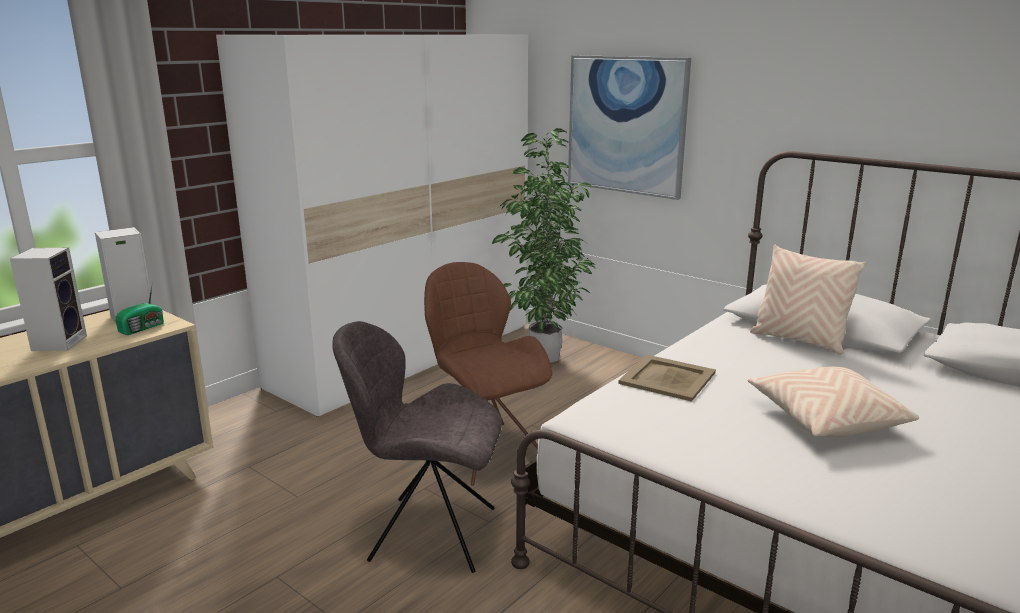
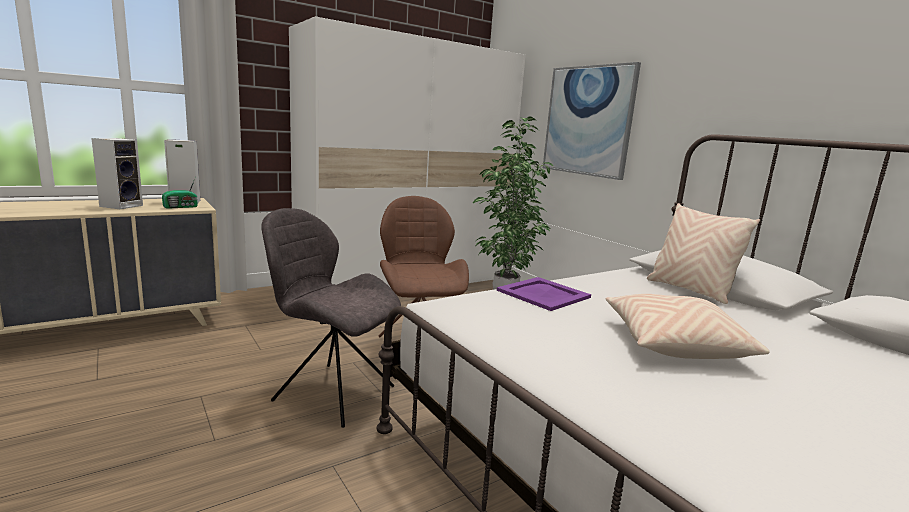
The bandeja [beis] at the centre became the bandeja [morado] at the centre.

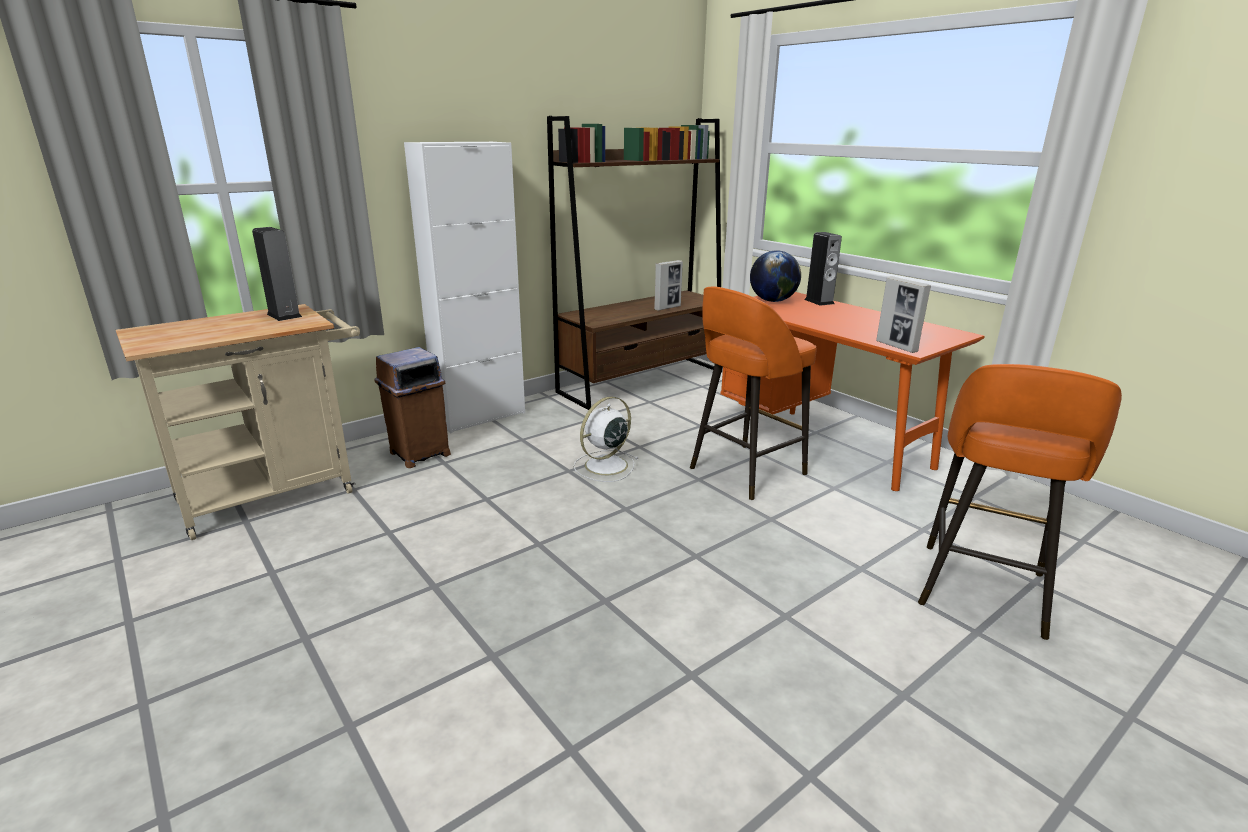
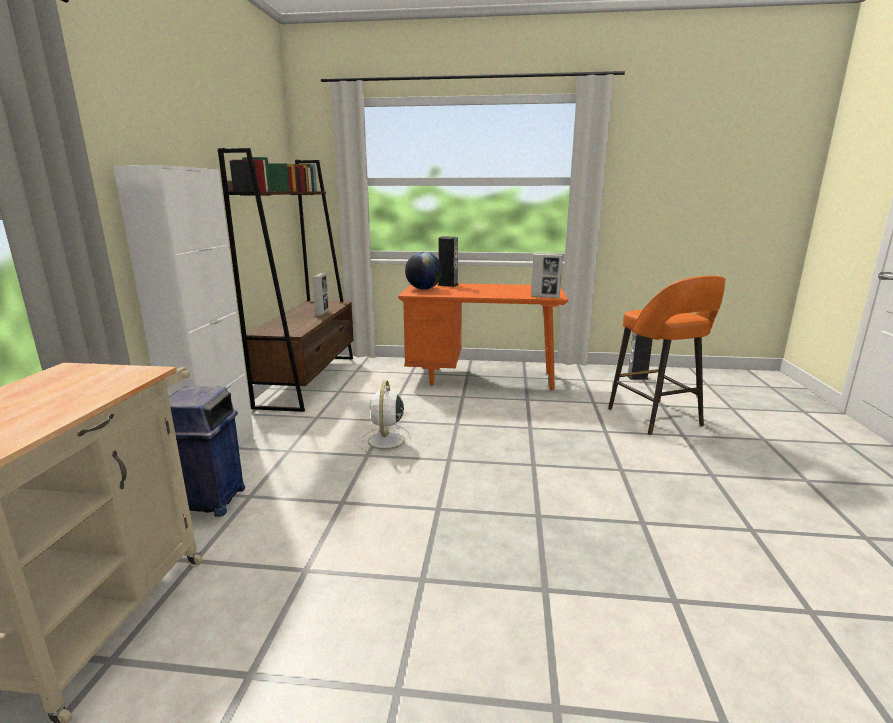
The altavoz (1st from left in the first image) moved from the top left to the middle right. The taburete [naranja] (1st from left) at the centre disappeared. The papelera [marrón] at the middle left became the papelera [azul] at the middle left.

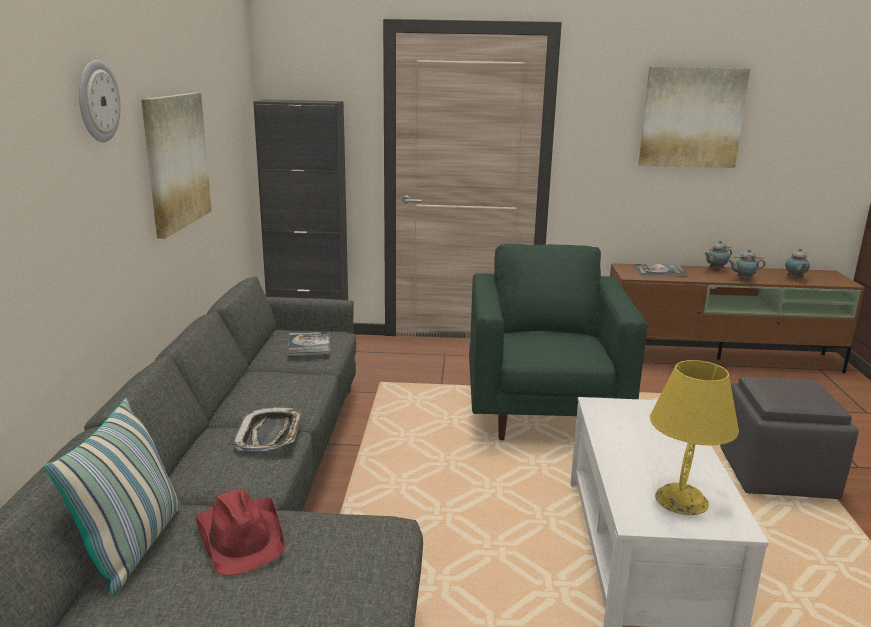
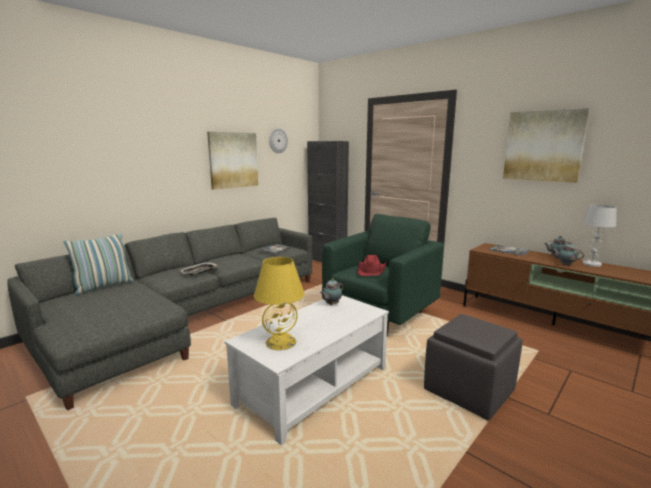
The reloj de pared moved from the top left to the top centre. The tetera (3rd from left in the first image) moved from the middle right to the centre. The sombrero [rojo] moved from the bottom left to the centre. The lámpara de mesa [blanco] at the middle right appeared.

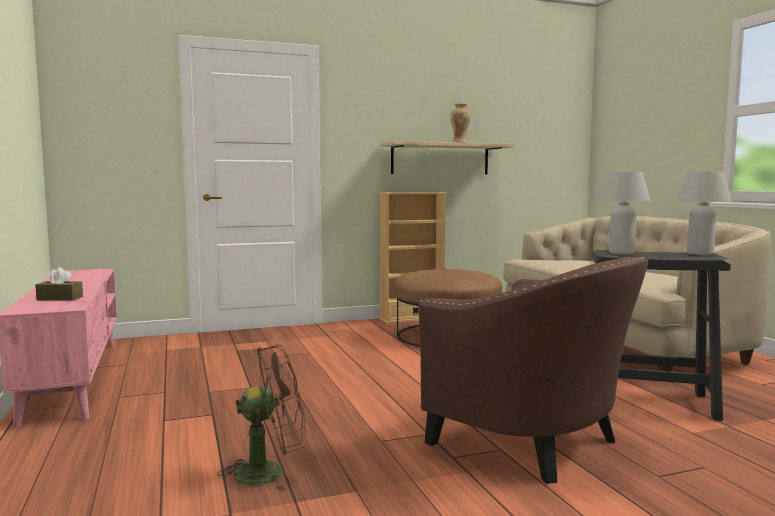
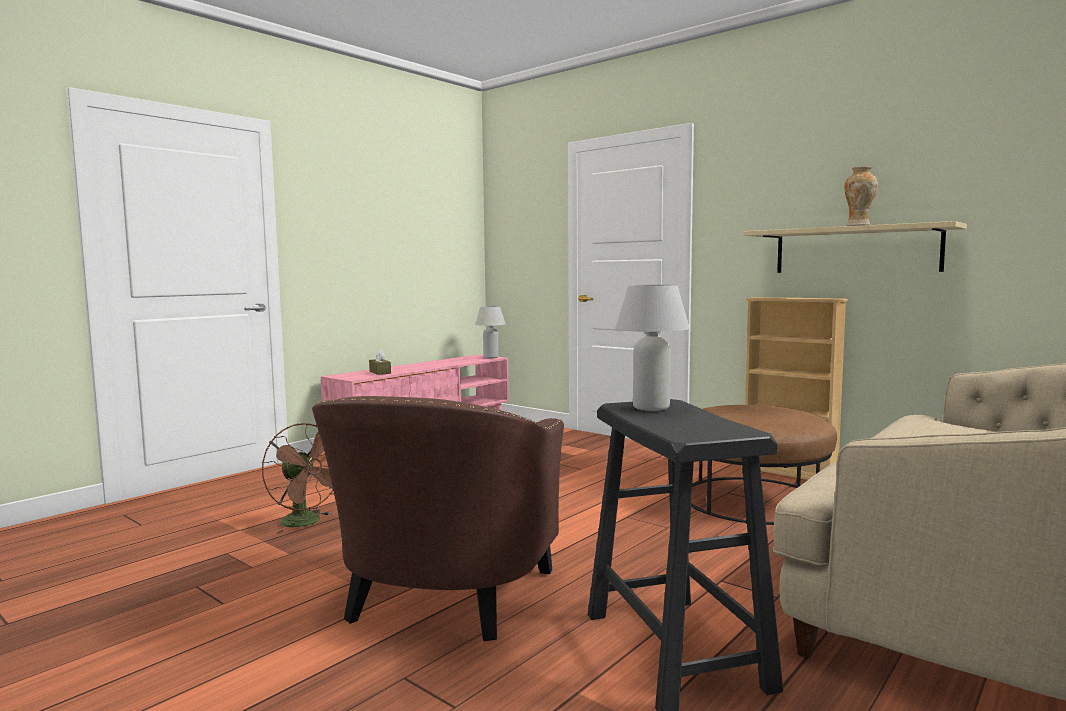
The lámpara de mesa [blanco] (2nd from left in the first image) moved from the middle right to the centre.

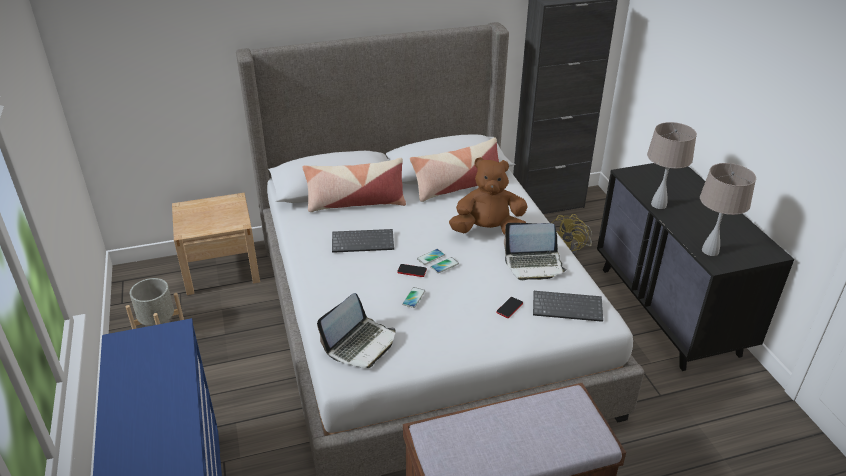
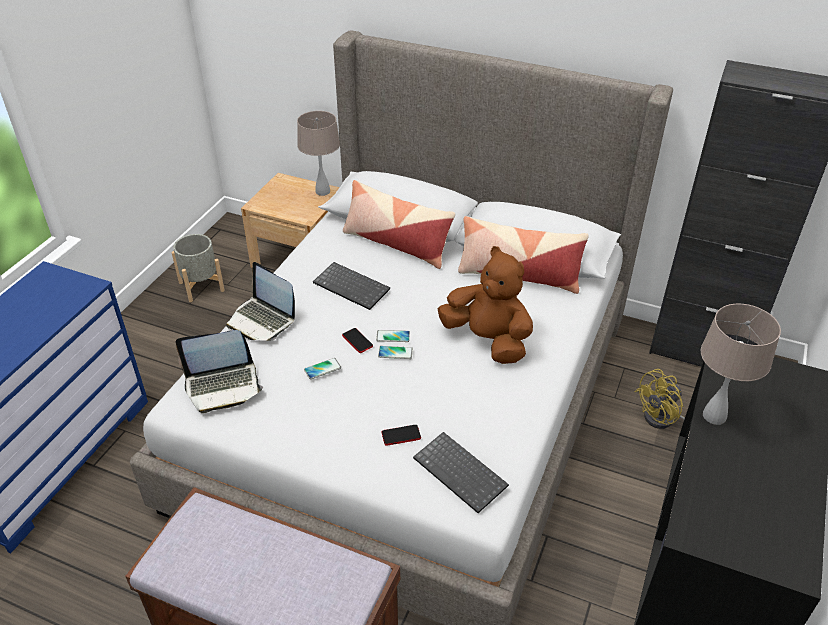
The lámpara de mesa [beis] (2nd from left in the first image) moved from the middle right to the top centre. The portátil (2nd from left) moved from the centre to the middle left.

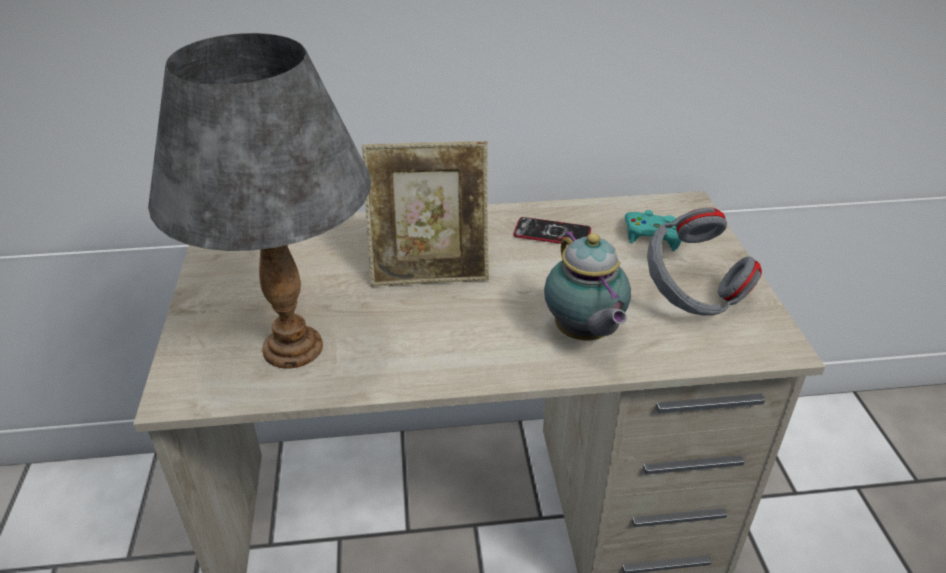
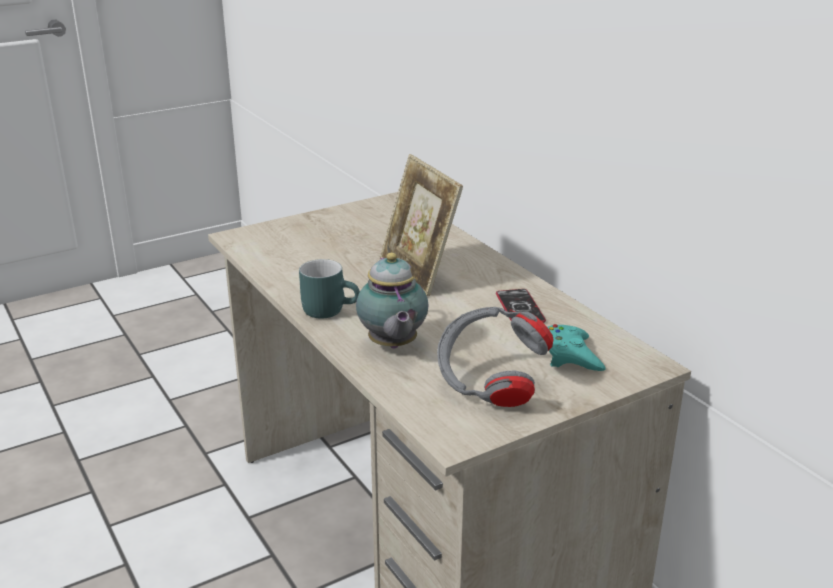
The lámpara de mesa [gris] at the middle left disappeared. The tetera at the centre turned 60 degrees counterclockwise. The taza grande [turquesa] at the centre appeared.

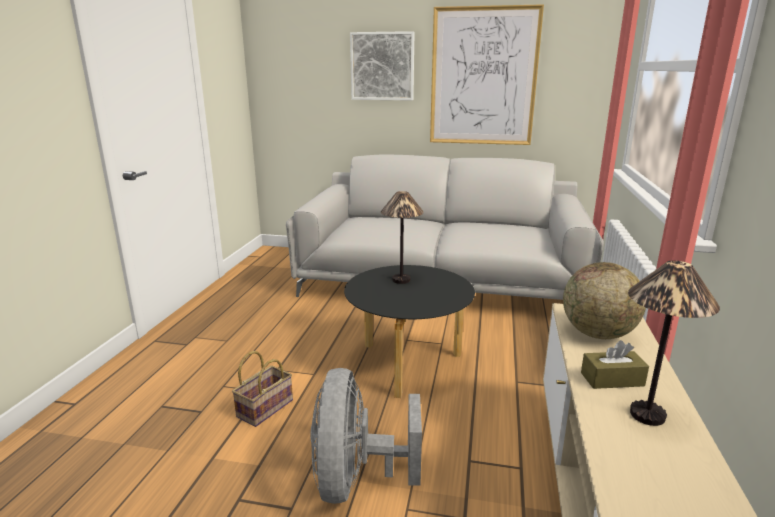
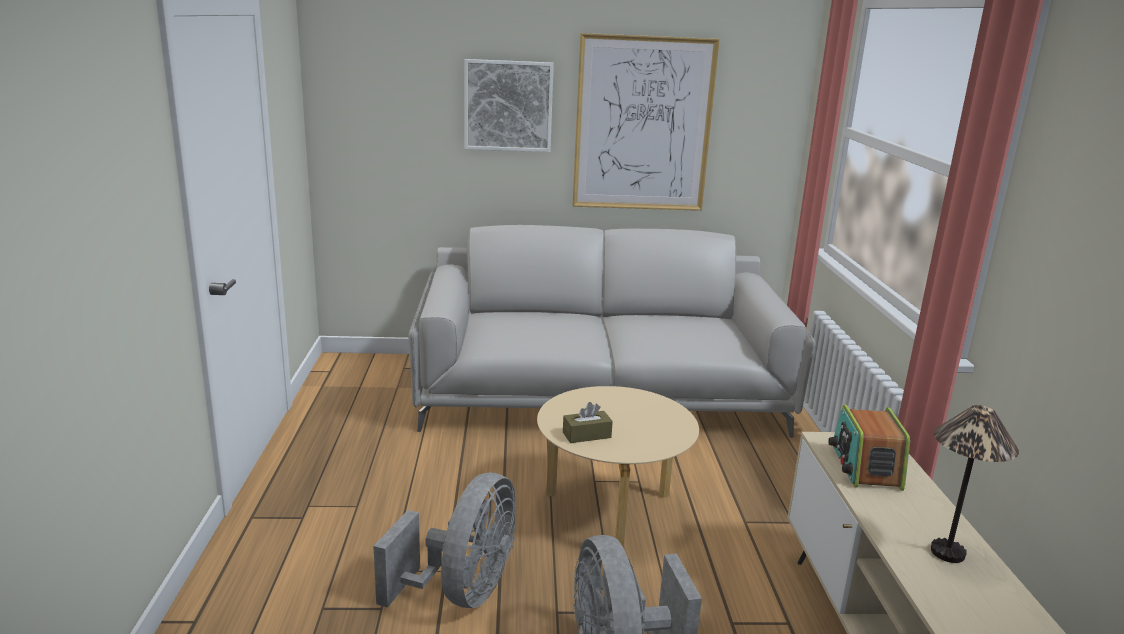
The lámpara de mesa (1st from left) at the centre disappeared. The globo terráqueo at the middle right was replaced by the radio at the bottom right. The mesa de centro [negro] at the centre became the mesa de centro [beis] at the bottom centre. The caja de pañuelos [marrón] moved from the bottom right to the centre. The cesta at the bottom centre was replaced by the ventilador [gris] (1st from left) at the bottom centre.

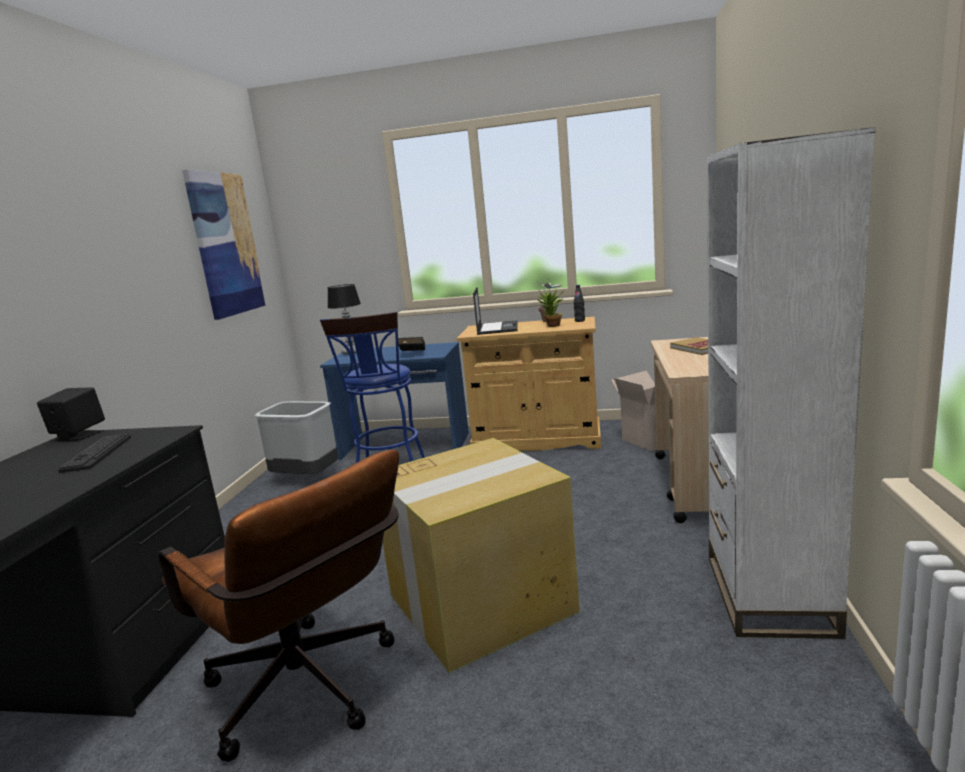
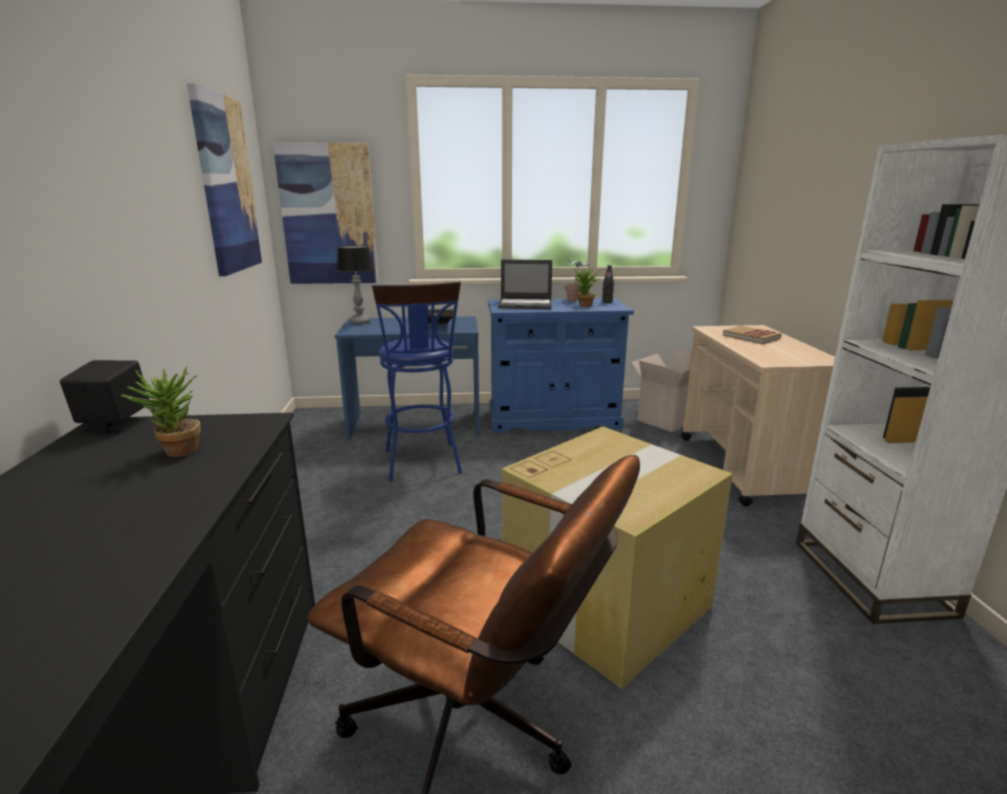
The portátil at the centre turned 105 degrees clockwise. The armario [beis] at the centre became the armario [azul] at the centre. The papelera [gris] at the middle left disappeared. The teclado at the middle left was replaced by the planta en maceta (1st from left) at the middle left. The cuadro (2nd from left) at the top left appeared.

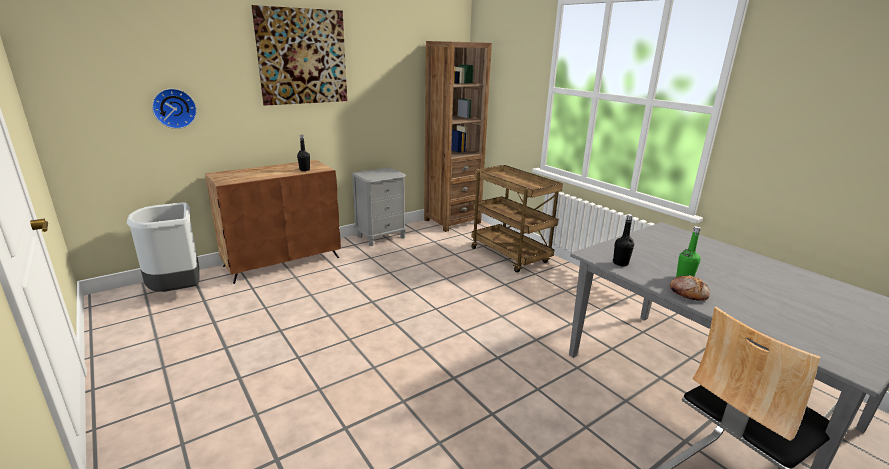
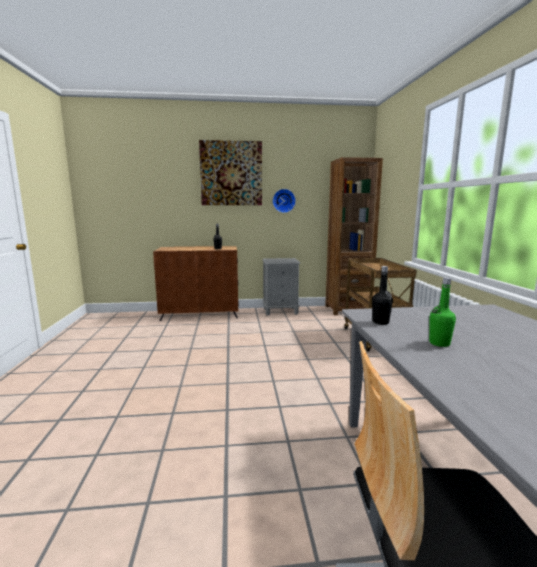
The reloj de pared moved from the top left to the centre. The papelera [gris] at the middle left disappeared. The pan at the middle right disappeared.

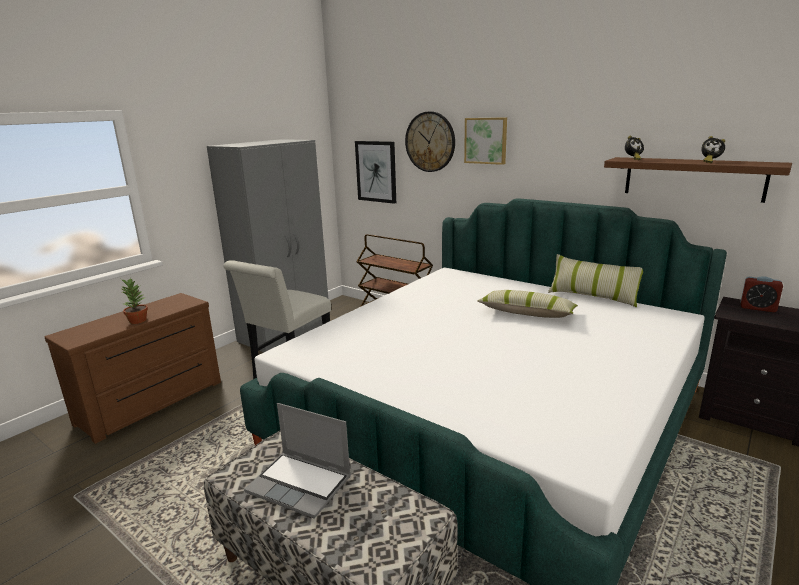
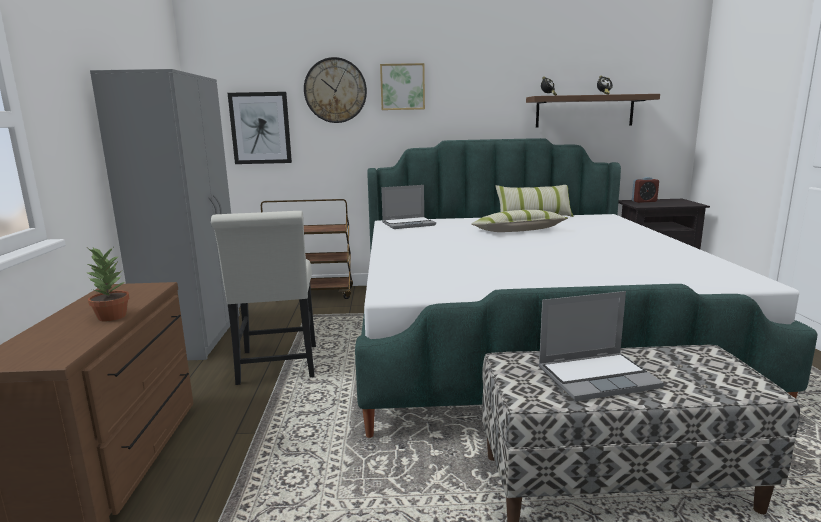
The portátil (1st from left) at the centre appeared.

